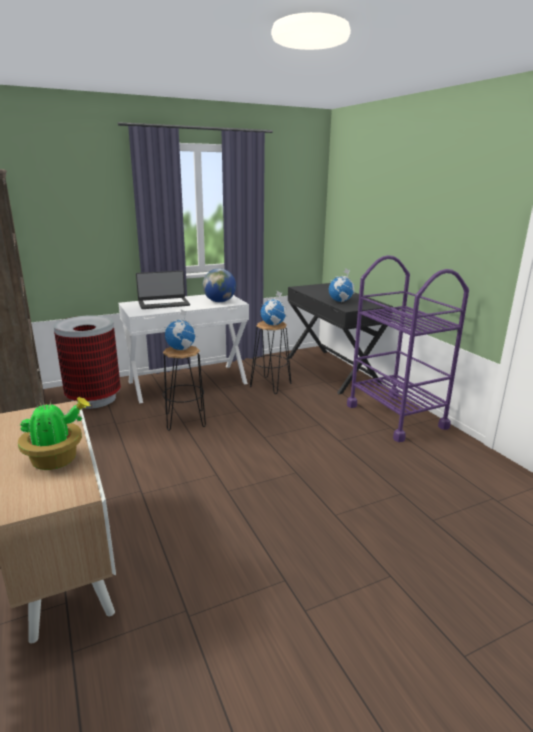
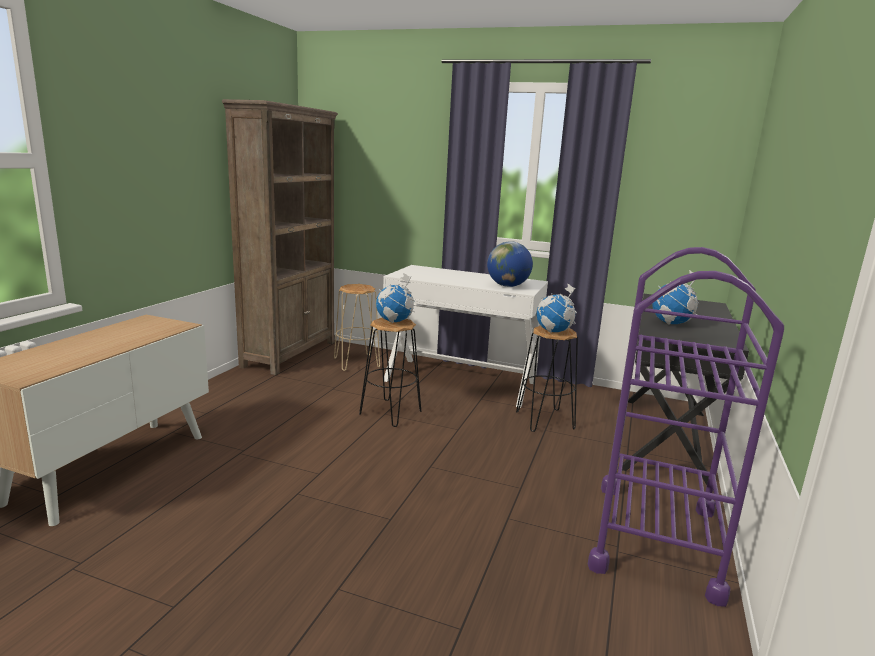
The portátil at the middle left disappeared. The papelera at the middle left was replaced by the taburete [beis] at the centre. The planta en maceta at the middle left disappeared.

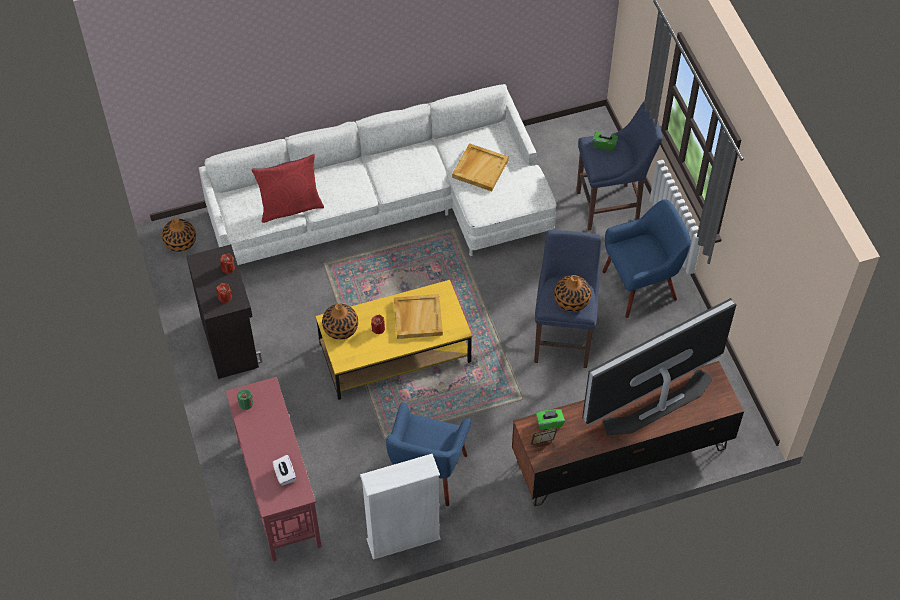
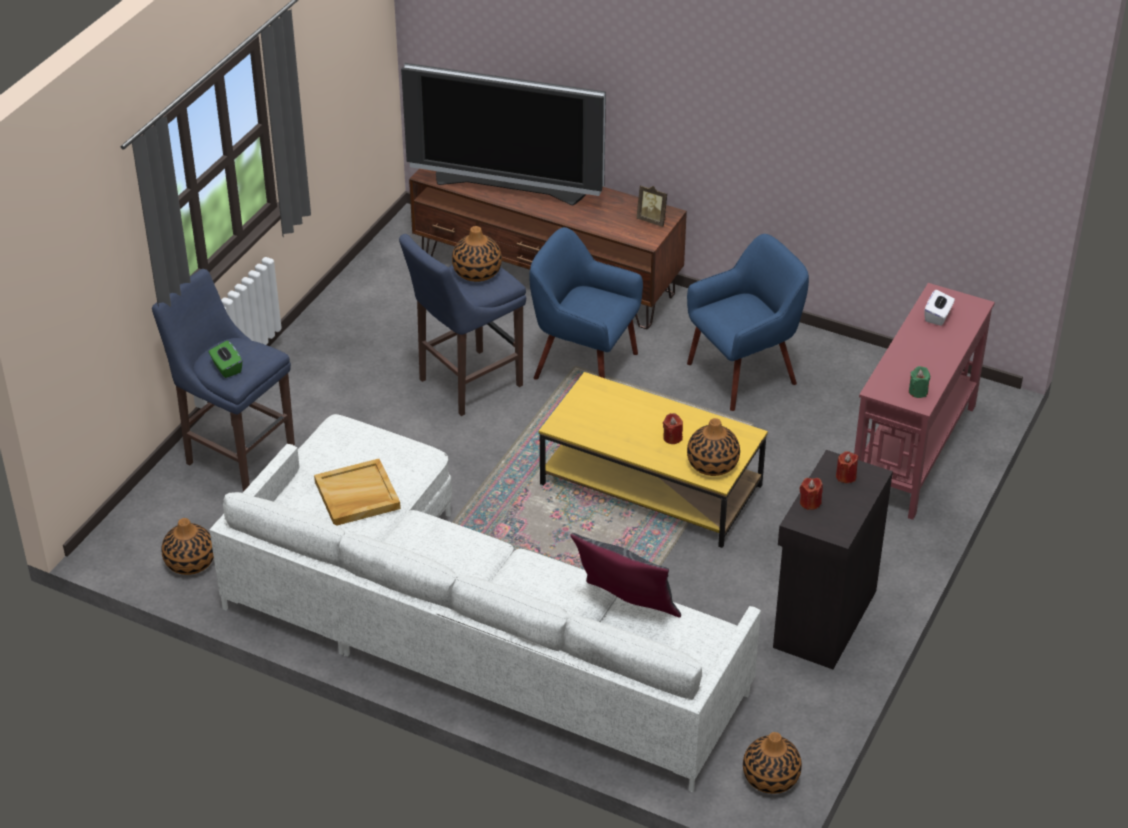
The cojín [rojo] at the top left became the cojín [gris] at the bottom centre. The sillón [azul] (2nd from left in the first image) moved from the middle right to the centre. The bandeja [beis] (1st from left) at the centre disappeared. The caja de pañuelos [verde] (1st from left) at the bottom centre disappeared. The estantería [blanco] at the bottom centre disappeared. The florero (1st from left) at the middle left appeared.

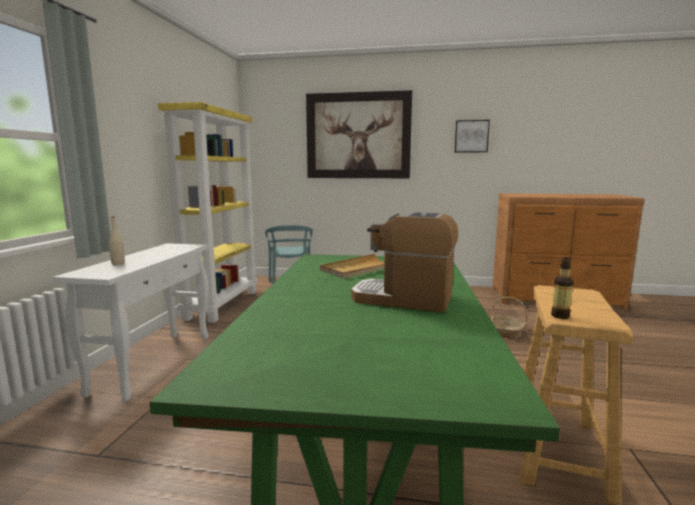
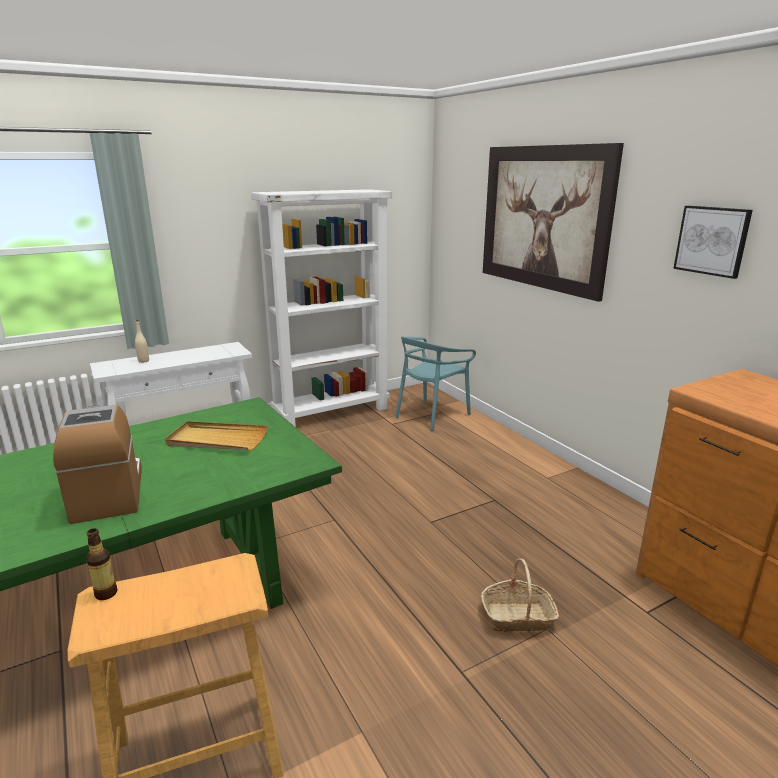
The estantería [amarillo] at the middle left became the estantería [blanco] at the centre.

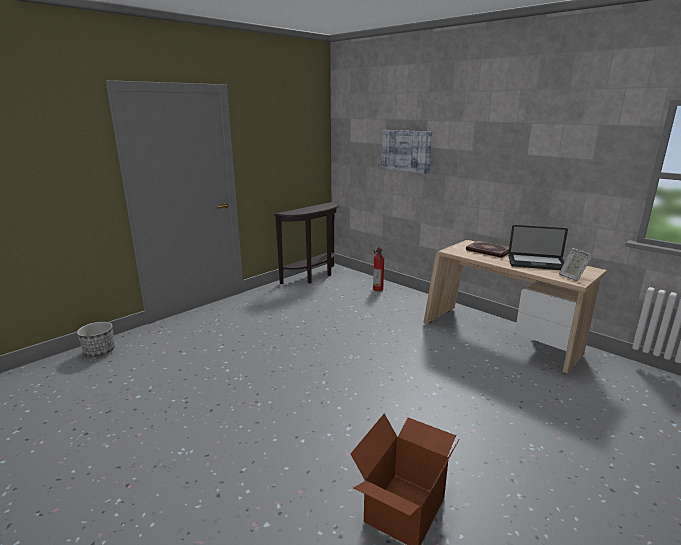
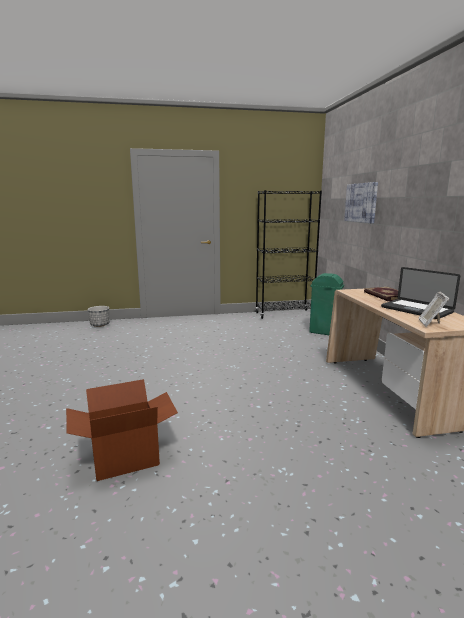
The mesa consola [marrón] at the centre was replaced by the estantería [negro] at the centre. The extintor at the centre was replaced by the papelera [verde] at the middle right.

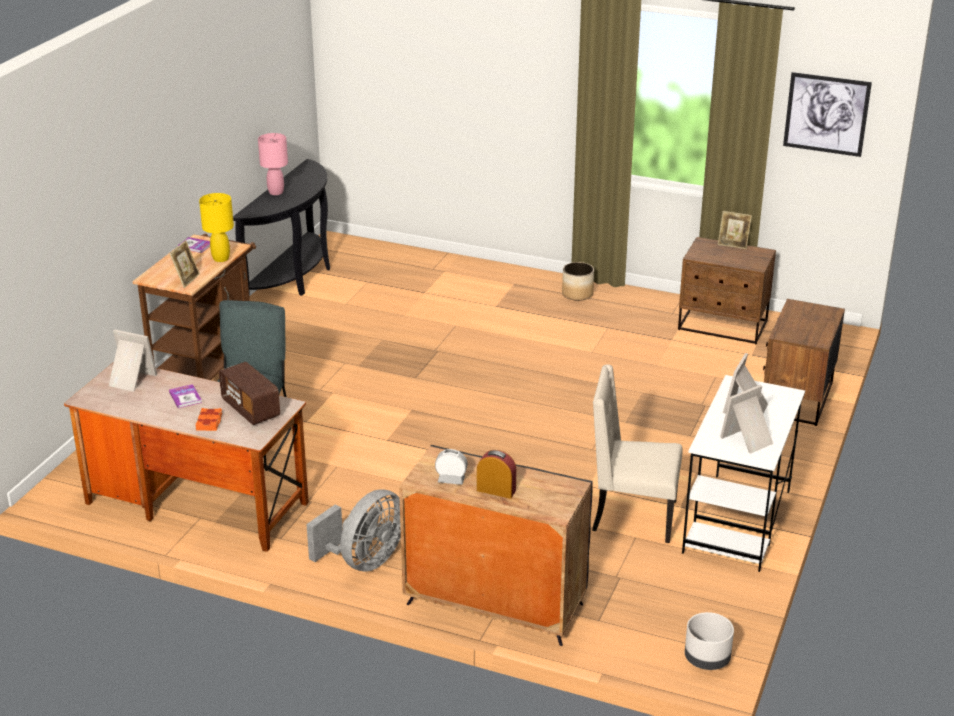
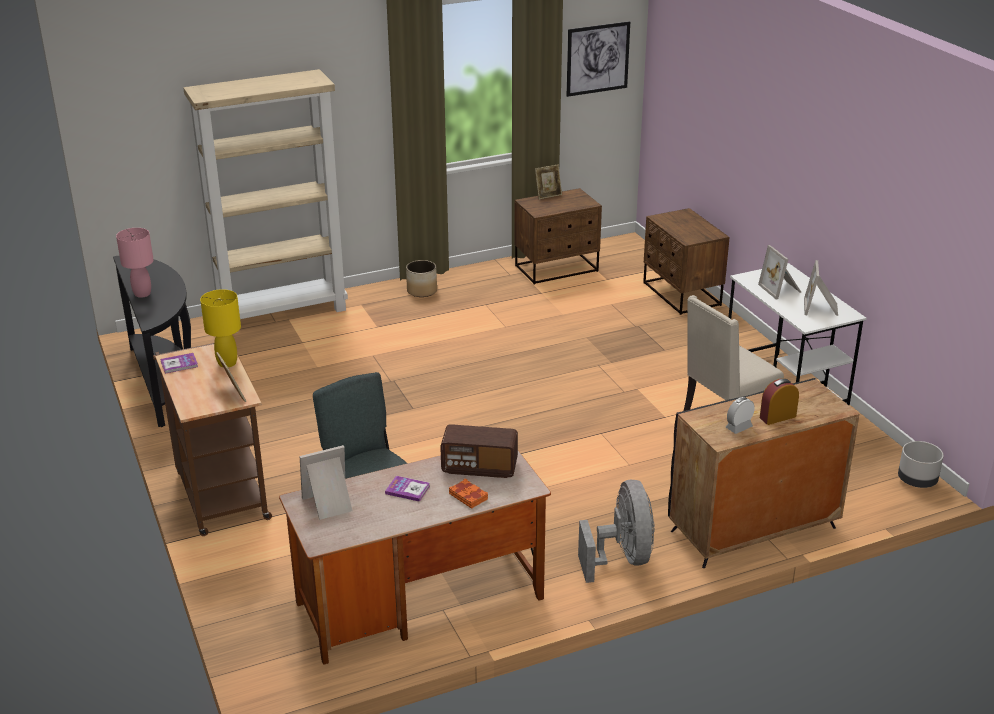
The estantería [beis] at the top left appeared.

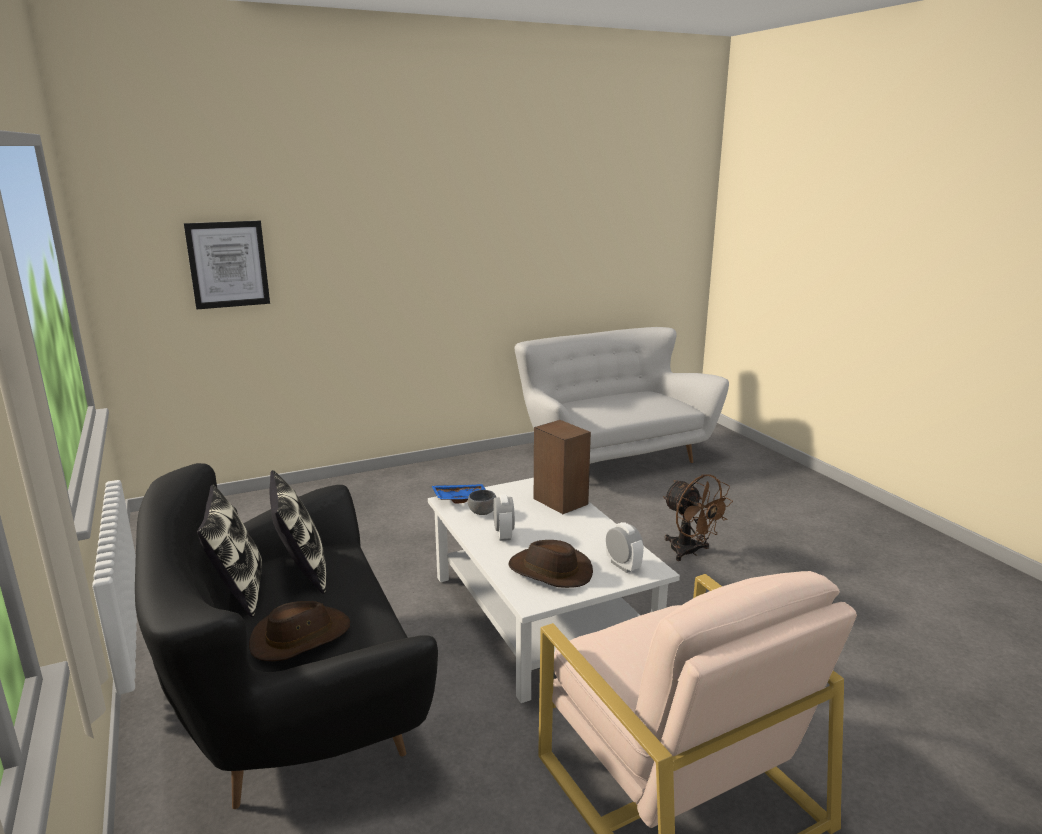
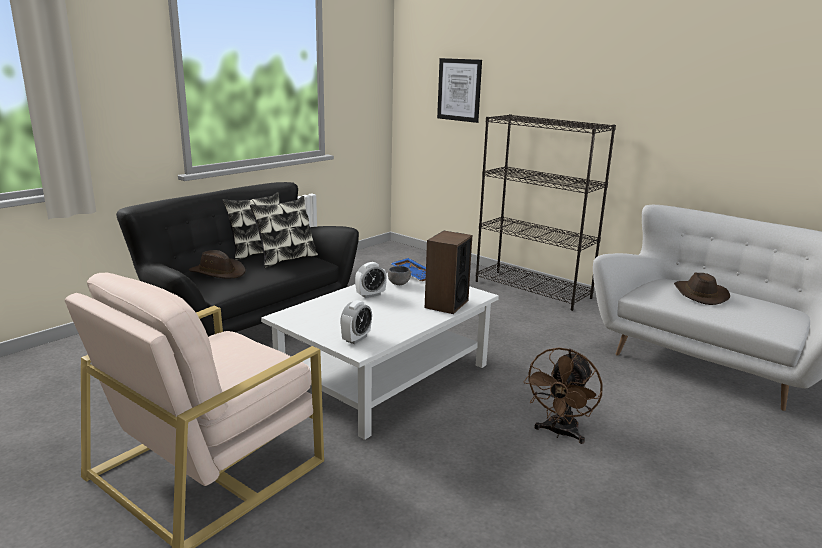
The sombrero [marrón] (2nd from left) moved from the bottom centre to the middle right. The estantería [negro] at the centre appeared.

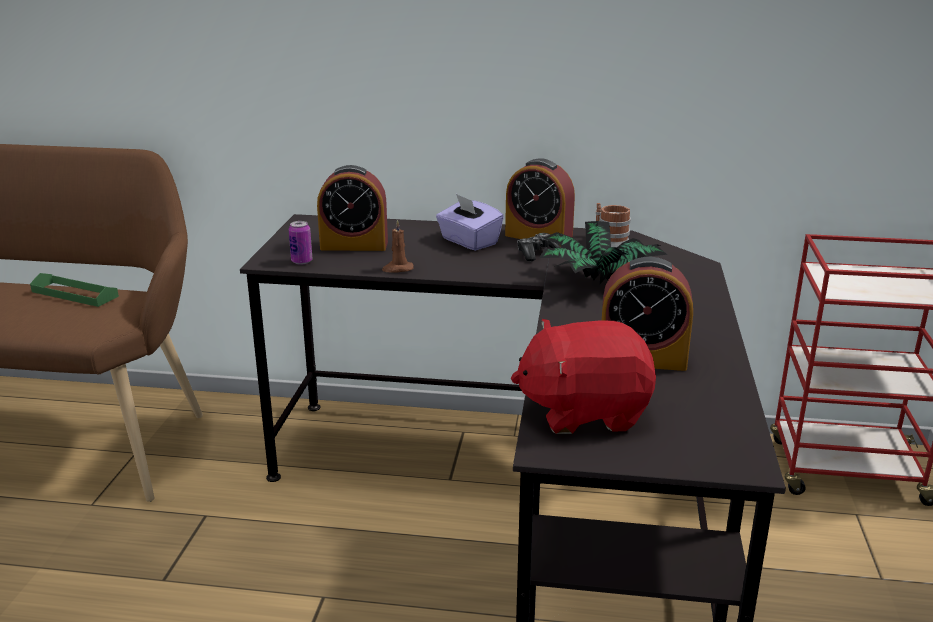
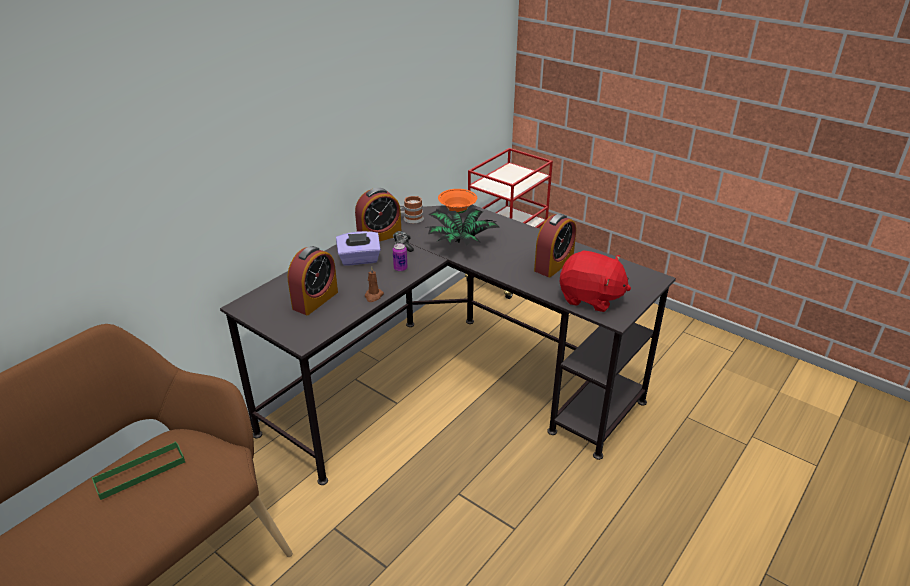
The lata moved from the middle left to the centre. The peluche [rojo] at the centre turned 90 degrees counterclockwise. The cuenco [naranja] at the centre appeared.

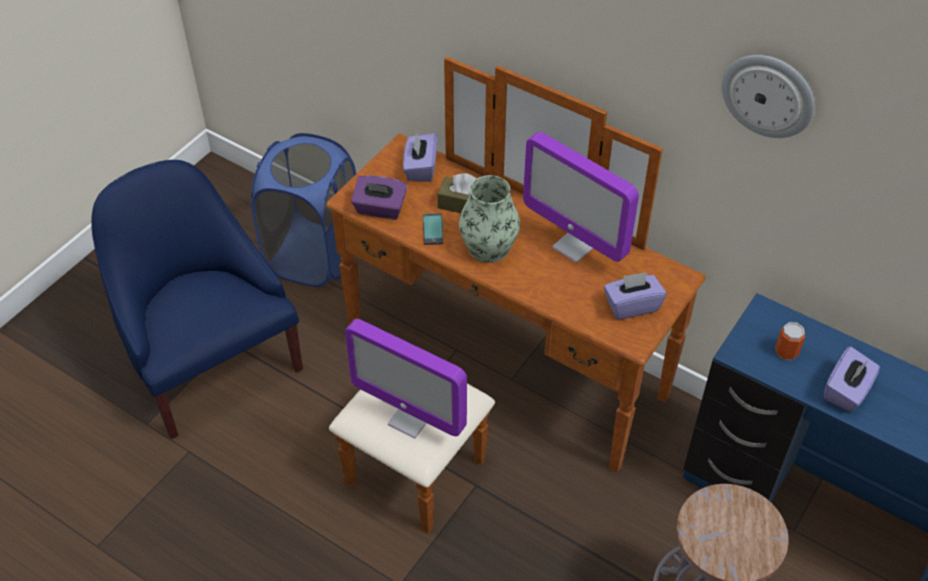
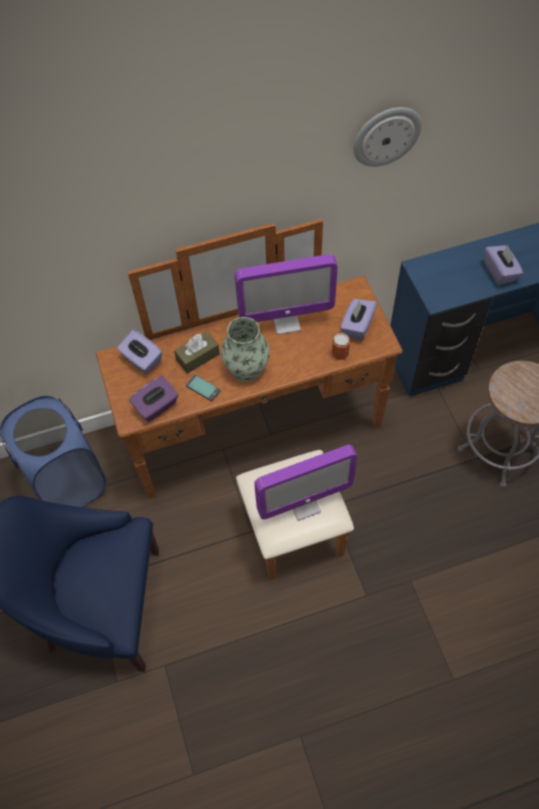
The lata moved from the middle right to the centre.

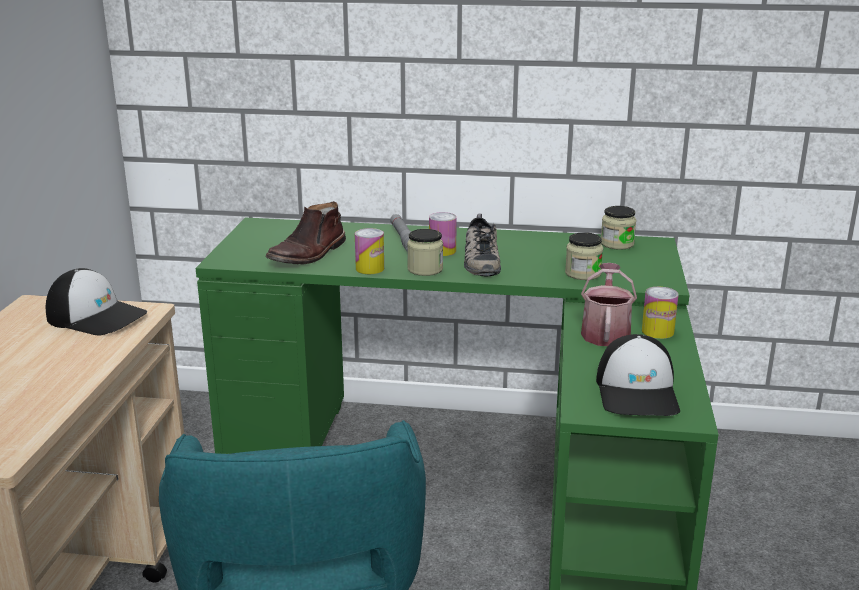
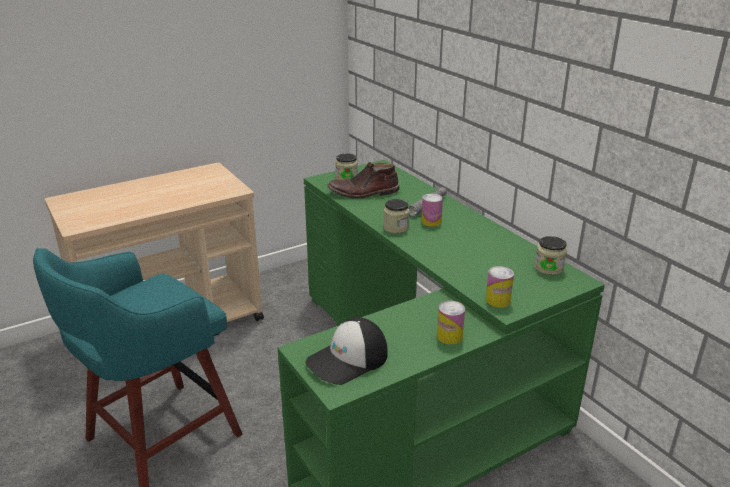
The zapato at the centre disappeared. The lata (1st from left in the first image) moved from the centre to the middle right. The tarro (2nd from left in the first image) moved from the middle right to the centre. The regadera at the middle right disappeared. The gorra (1st from left) at the middle left disappeared.

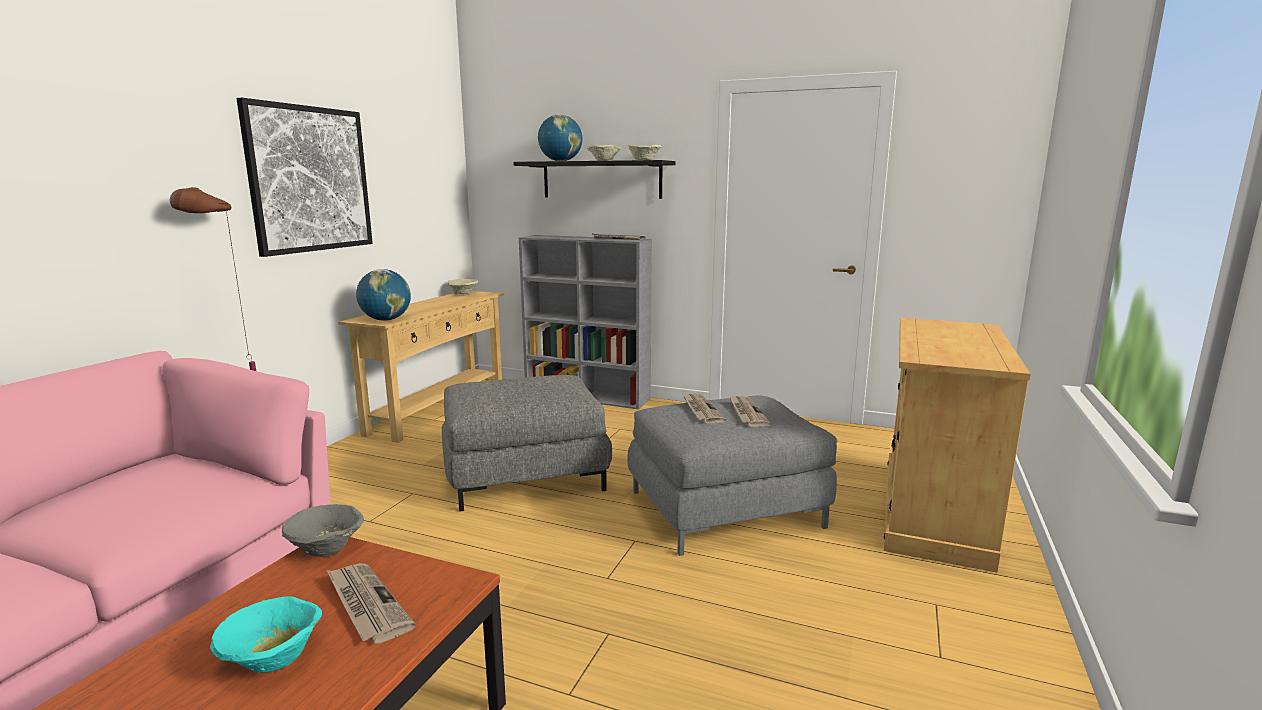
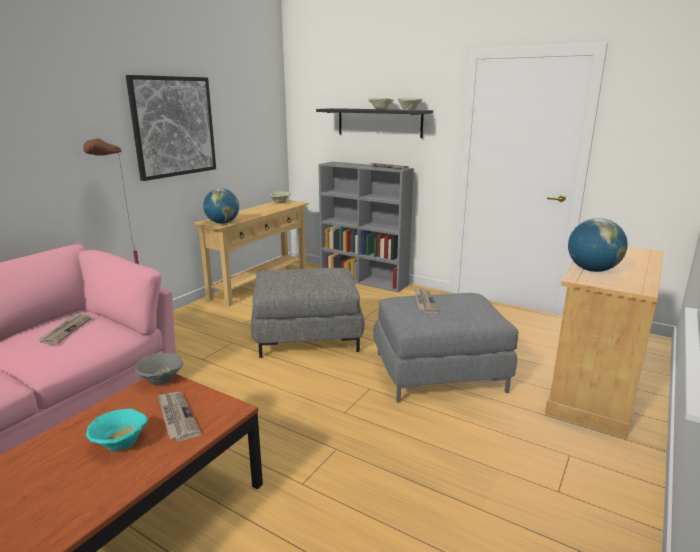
The globo terráqueo (2nd from left) moved from the top centre to the middle right. The periódico (4th from left in the first image) moved from the centre to the middle left.

